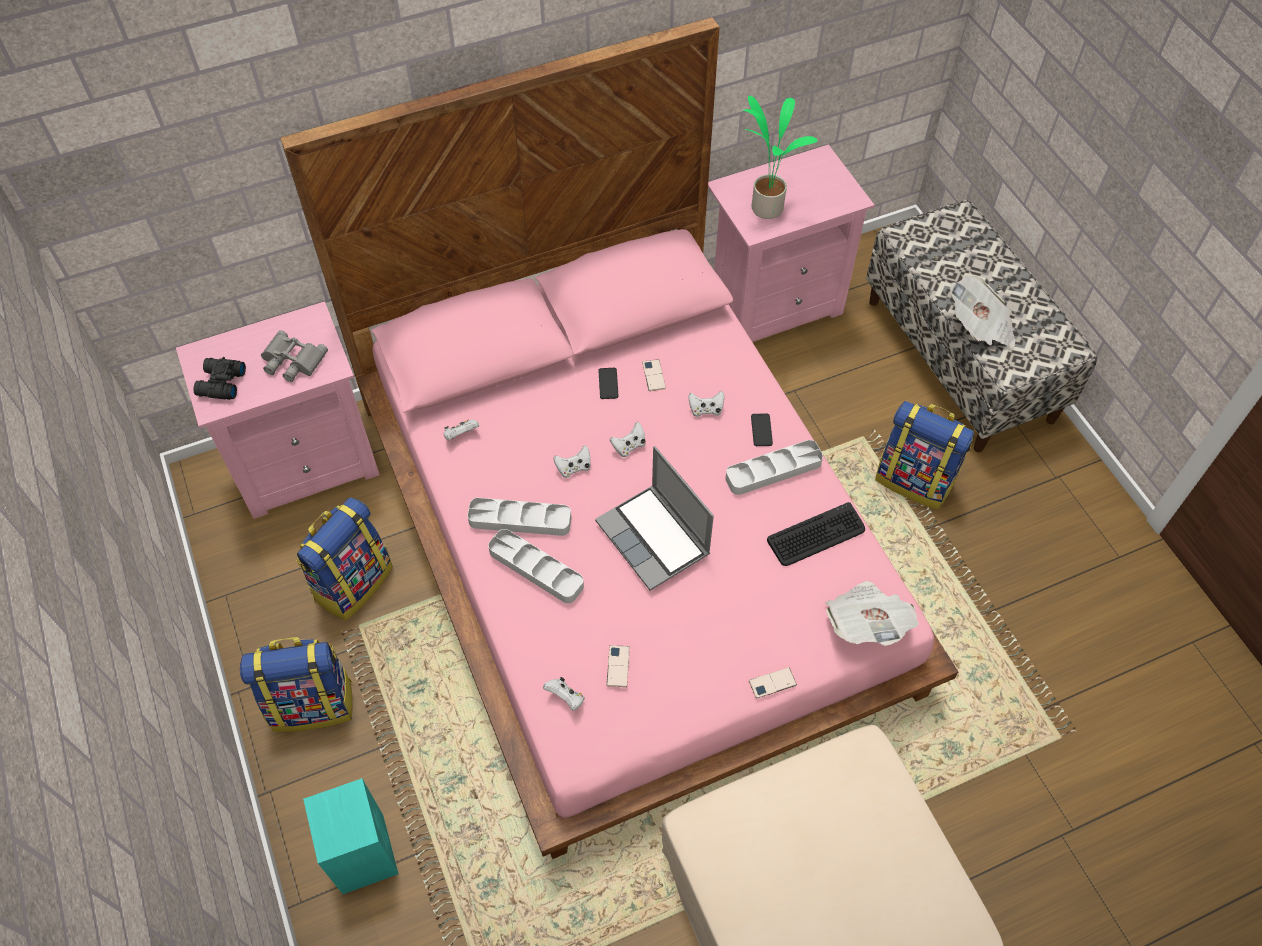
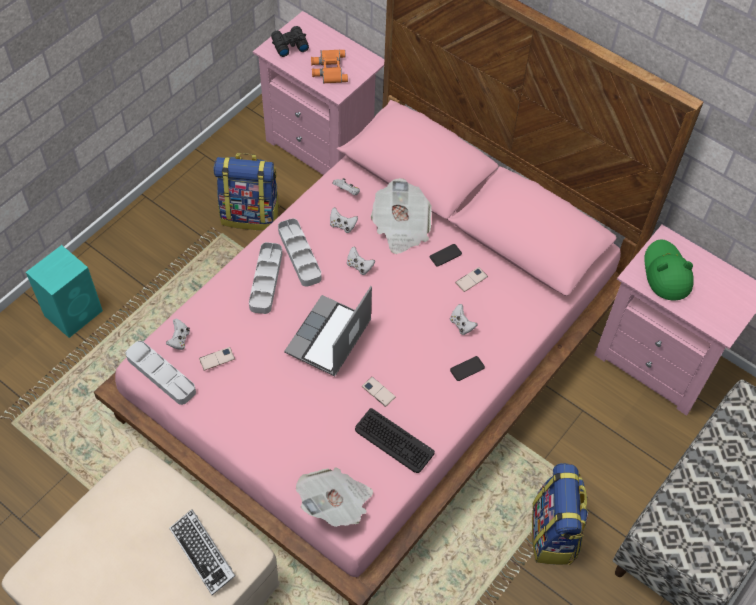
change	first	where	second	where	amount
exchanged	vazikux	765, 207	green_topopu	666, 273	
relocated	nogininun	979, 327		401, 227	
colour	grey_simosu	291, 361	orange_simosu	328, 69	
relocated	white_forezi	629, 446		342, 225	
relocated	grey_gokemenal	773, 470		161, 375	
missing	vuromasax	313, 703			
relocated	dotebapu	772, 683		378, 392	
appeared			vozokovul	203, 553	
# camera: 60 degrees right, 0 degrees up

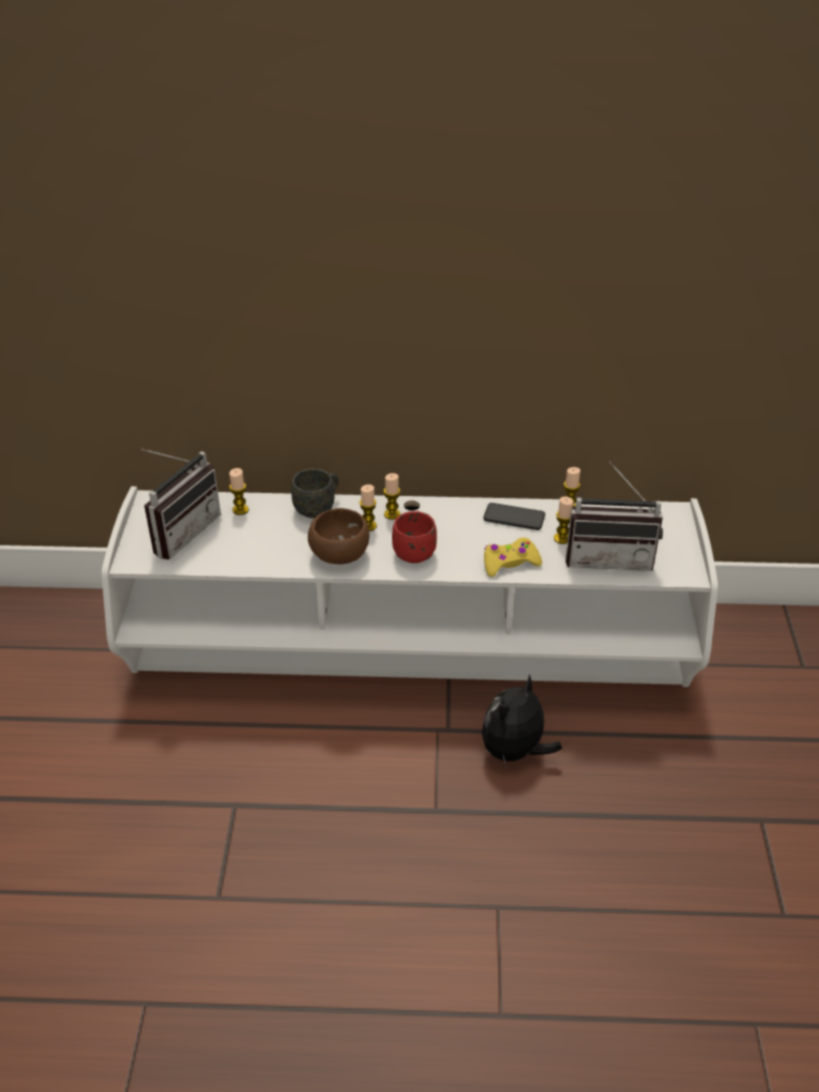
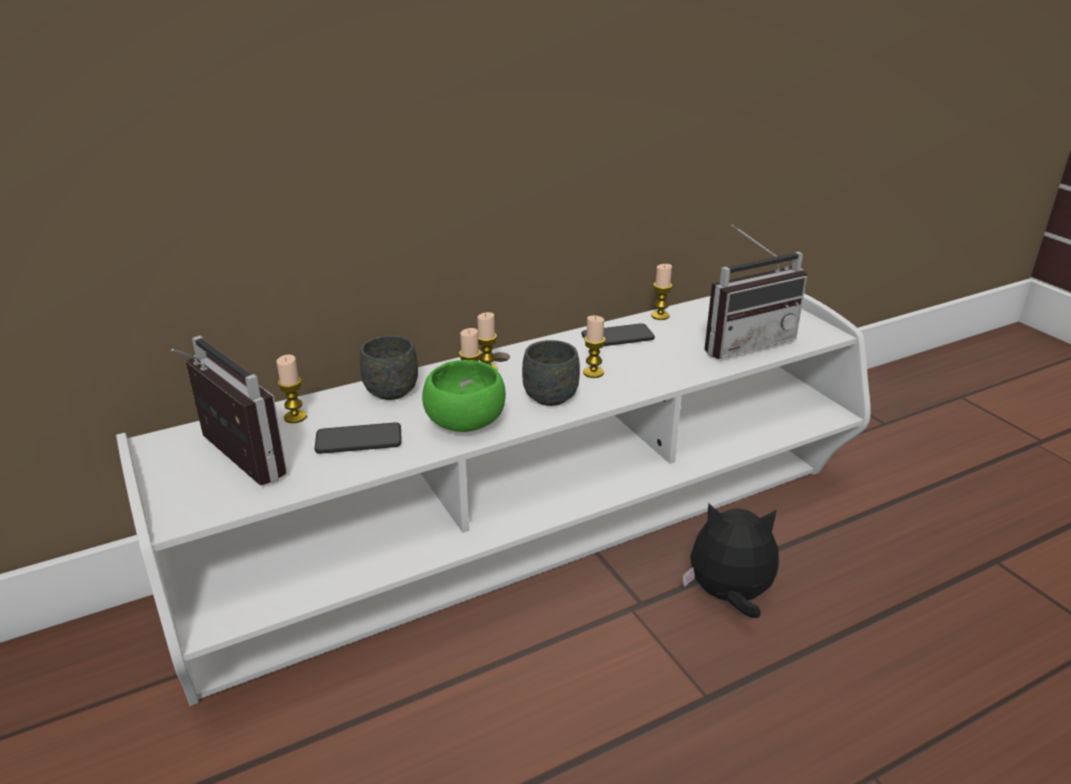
change	first	where	second	where	amount
spun	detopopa	180, 531		229, 462	45 degrees counterclockwise
relocated	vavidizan	562, 538		593, 373	
colour	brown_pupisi	341, 556	green_pupisi	467, 423	
colour	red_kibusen	415, 550	grey_kibusen	547, 393	
missing	yellow_forezi	510, 563			
spun	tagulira	514, 752		729, 597	90 degrees clockwise
appeared			dotebapu	359, 440	
# camera: 30 degrees left, 10 degrees down

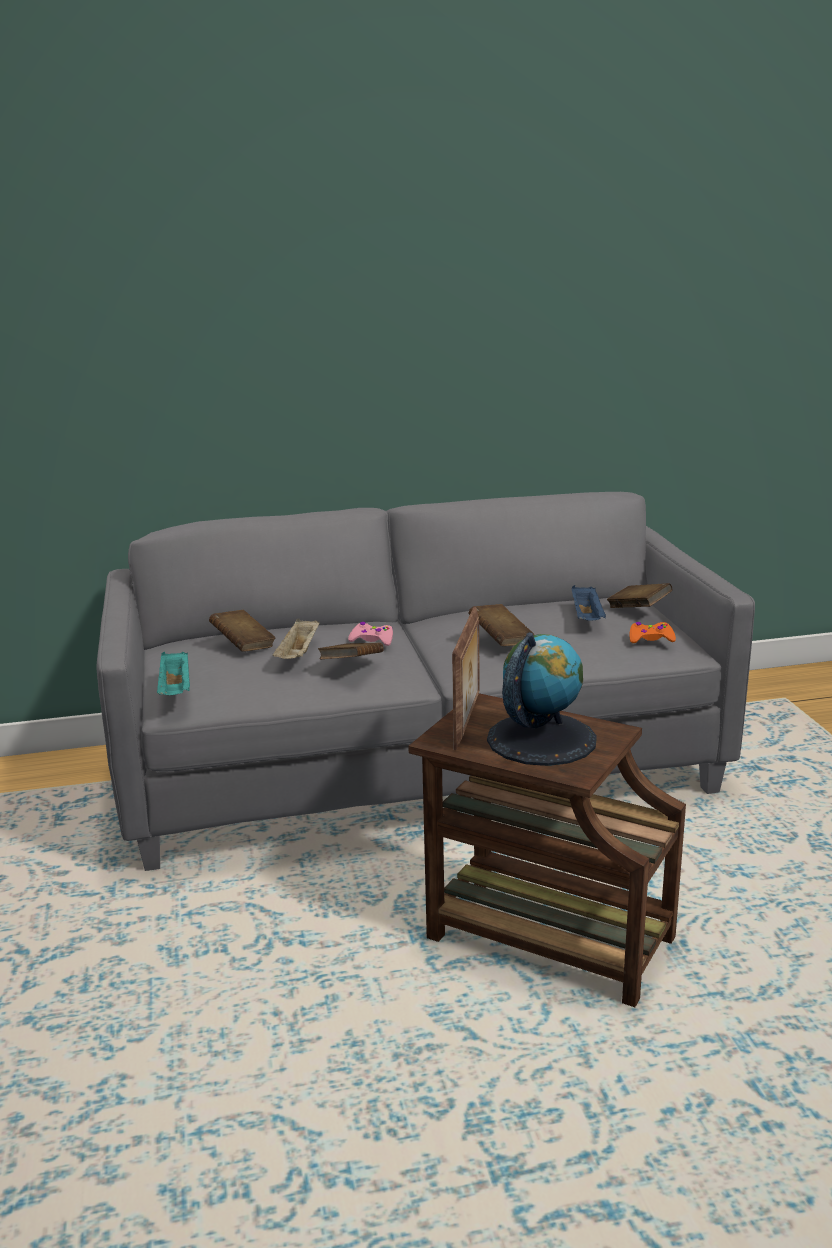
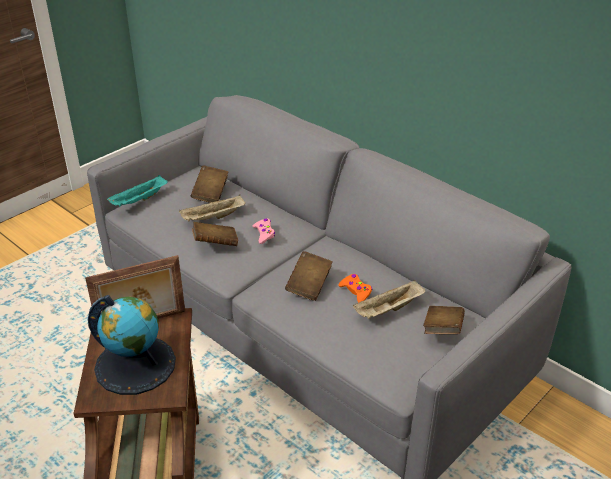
change	first	where	second	where	amount
colour	blue_gokemenal	587, 618	beige_gokemenal	388, 310	
relocated	orange_forezi	650, 639		356, 291	
# camera: 55 degrees right, 15 degrees up

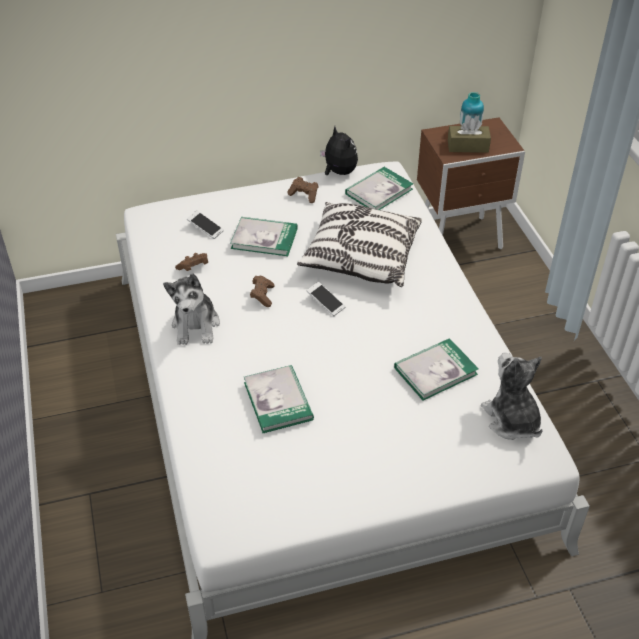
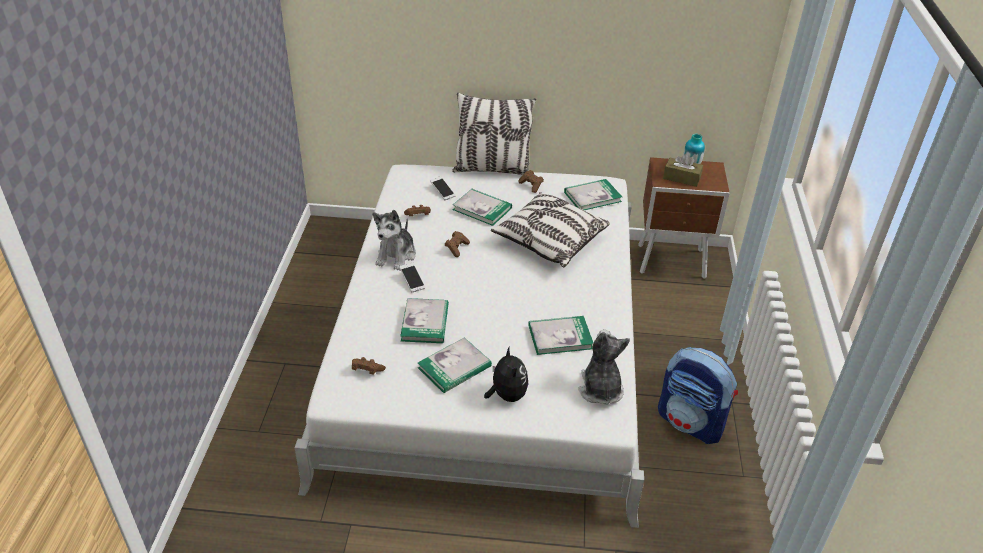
change	first	where	second	where	amount
relocated	tagulira	338, 172		506, 395	
relocated	dotebapu	326, 303		412, 281	
appeared			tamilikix	492, 169	
appeared			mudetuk	454, 367	
appeared			vuromasax	691, 422	
appeared			brown_forezi	367, 371	
# camera: 20 degrees right, 5 degrees down

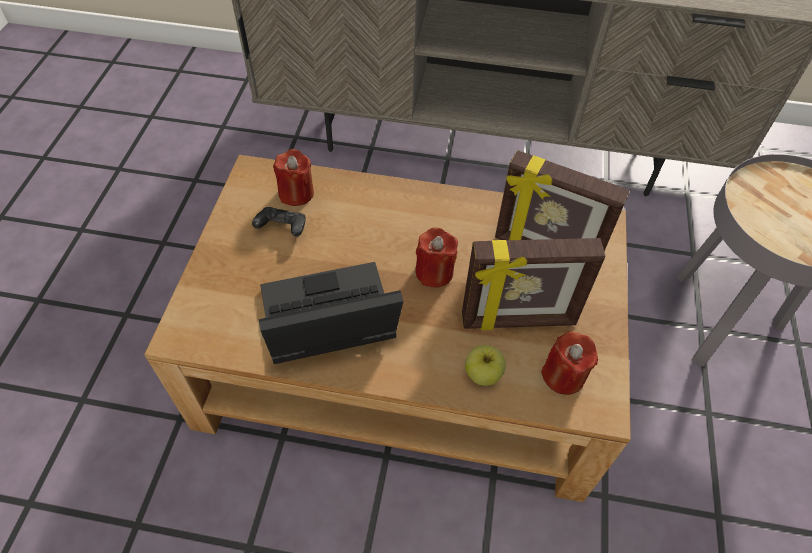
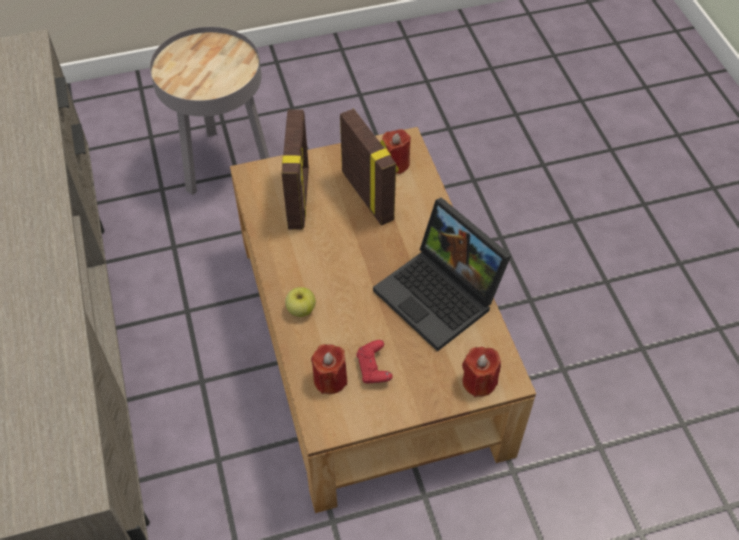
change	first	where	second	where	amount
colour	black_forezi	282, 228	red_forezi	373, 369	
relocated	red_vavidizan	434, 272		479, 382	
relocated	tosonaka	483, 374		301, 309	
# camera: 115 degrees left, 0 degrees up

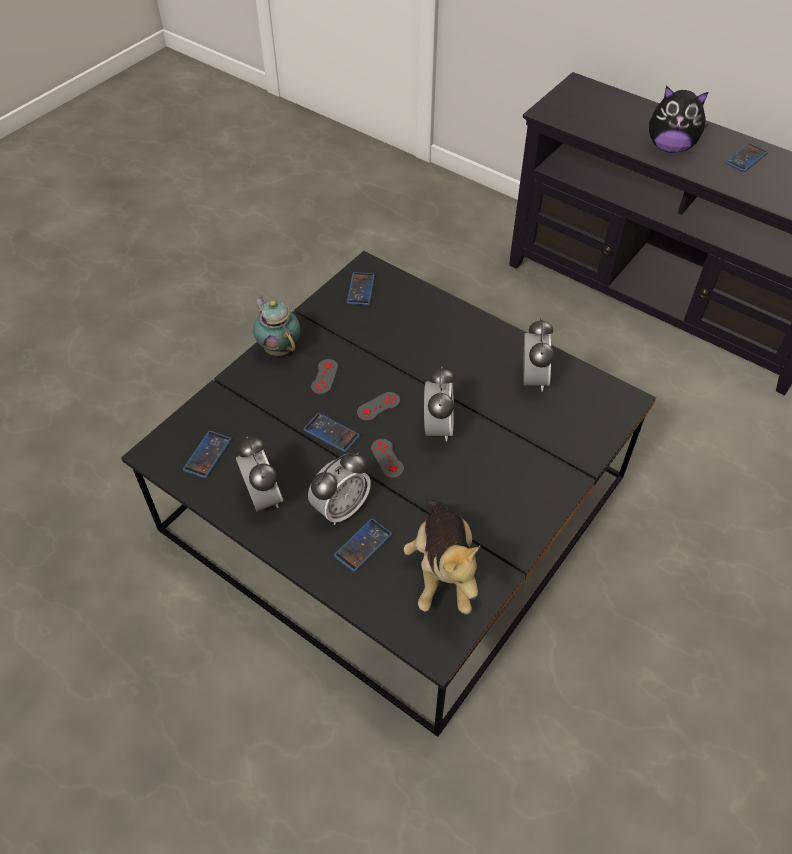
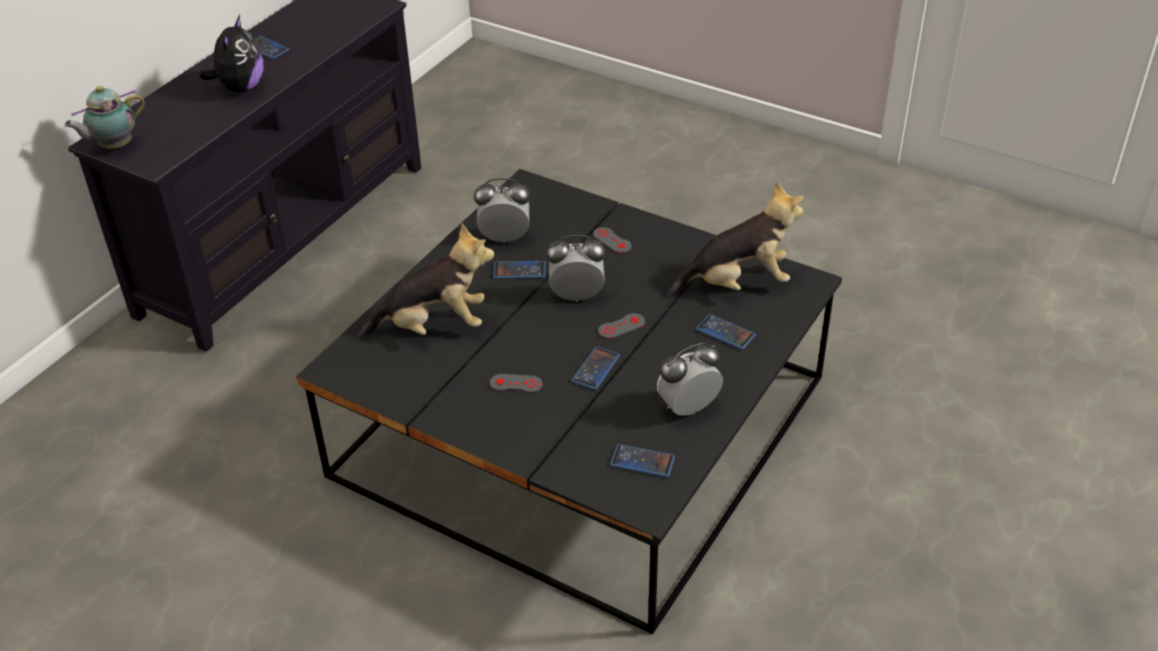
change	first	where	second	where	amount
relocated	dotebapu	361, 289		519, 270	
relocated	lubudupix	279, 347		113, 146	
relocated	grey_forezi	378, 406		612, 240	
missing	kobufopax	341, 508			
appeared			tagulira	434, 326	
# camera: 95 degrees left, 10 degrees down

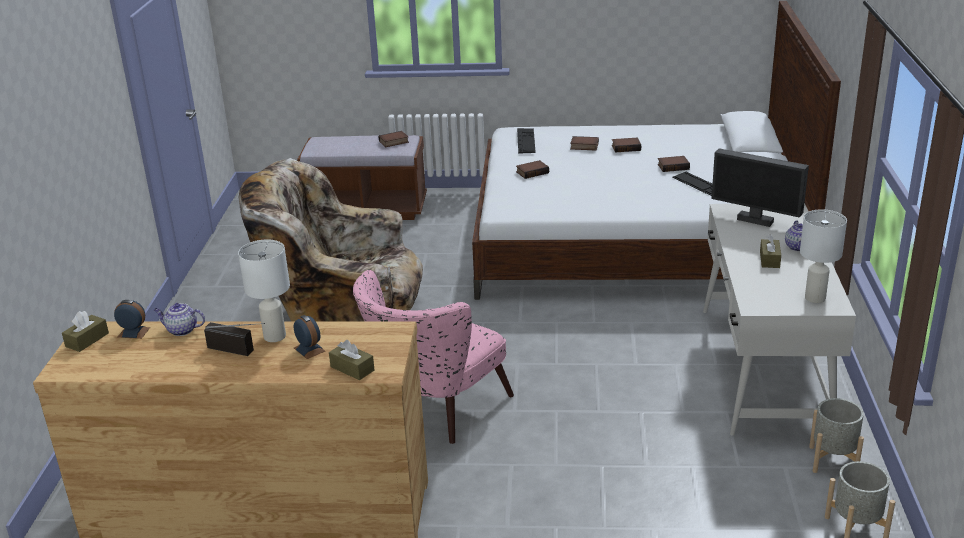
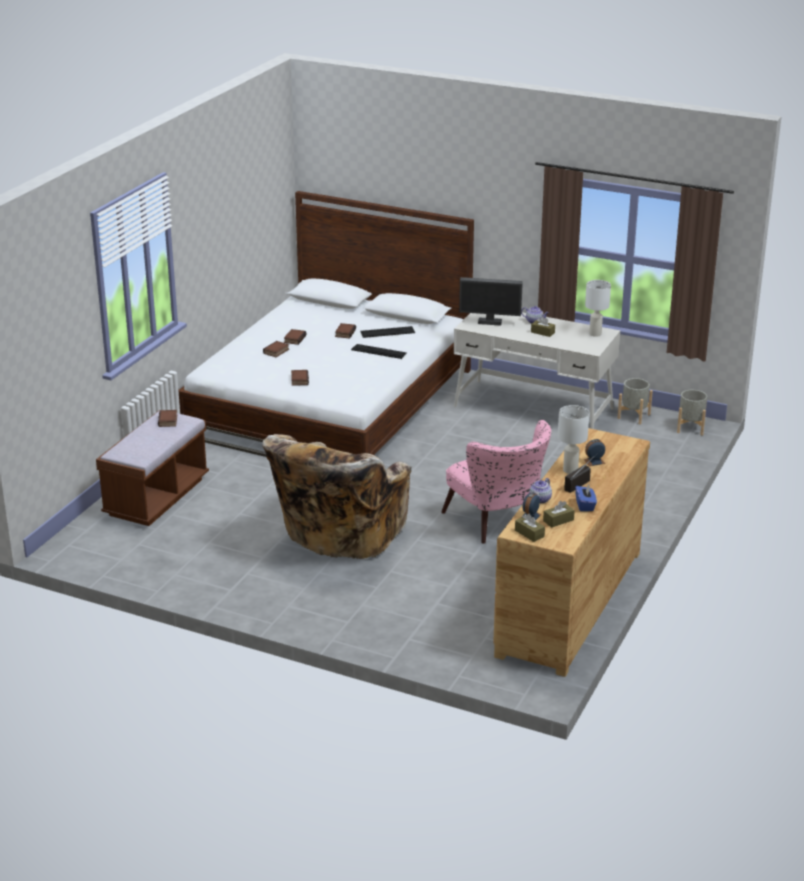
change	first	where	second	where	amount
relocated	vozokovul	526, 140		379, 351	
spun	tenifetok	755, 220		490, 322	45 degrees clockwise
relocated	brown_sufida	352, 368		558, 520	
appeared			blue_sufida	585, 505	
# camera: 70 degrees left, 0 degrees up

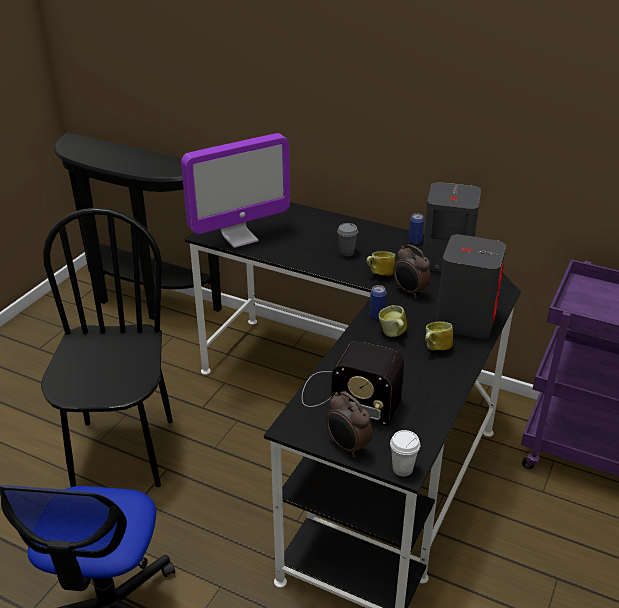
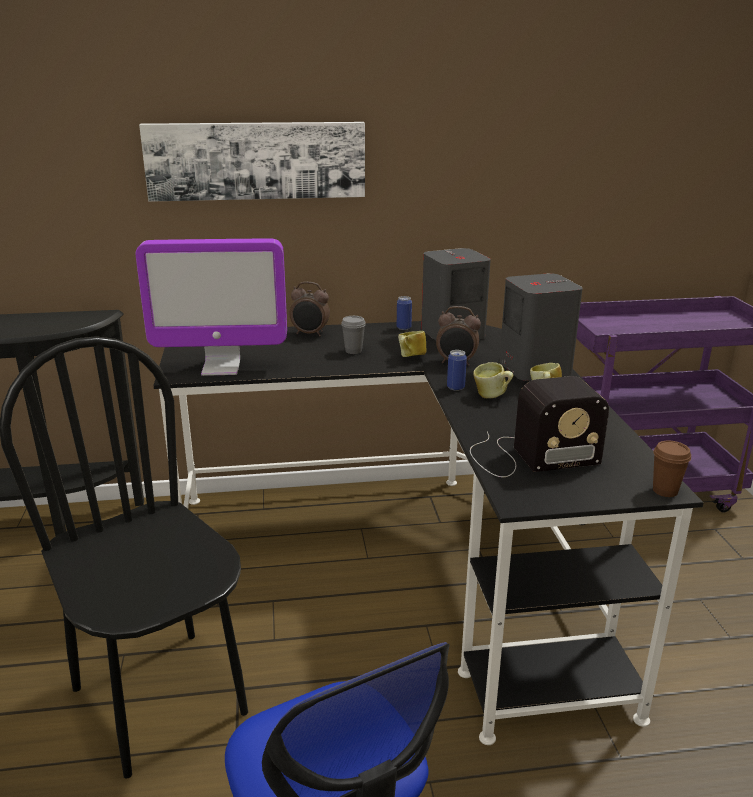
change	first	where	second	where	amount
spun	tenifetok	239, 238		221, 368	60 degrees clockwise
relocated	kobufopax	347, 447		310, 334	
colour	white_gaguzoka	402, 469	brown_gaguzoka	665, 491	
appeared			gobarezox	256, 160	
# camera: 35 degrees left, 10 degrees down

